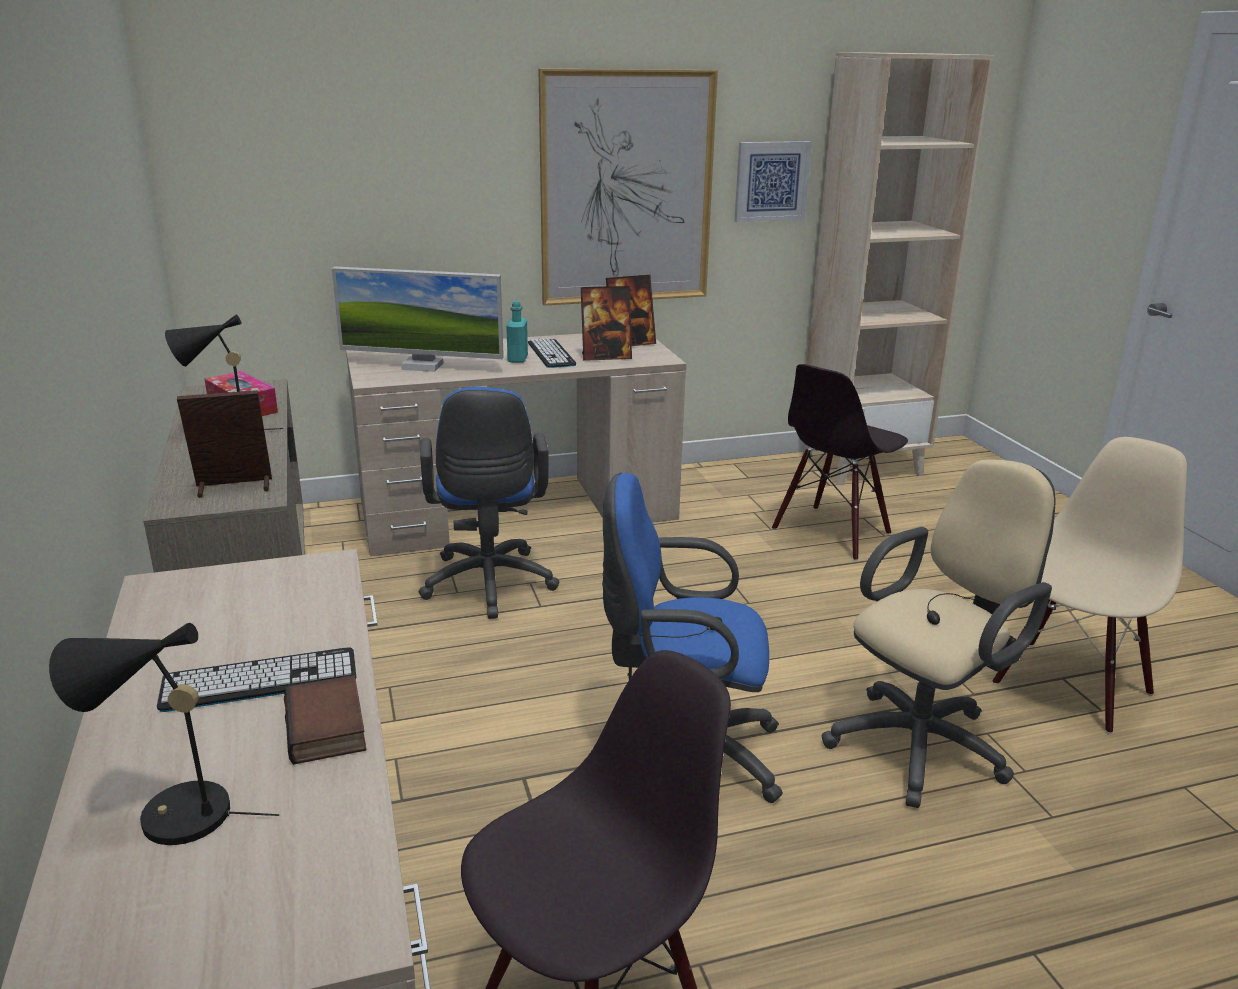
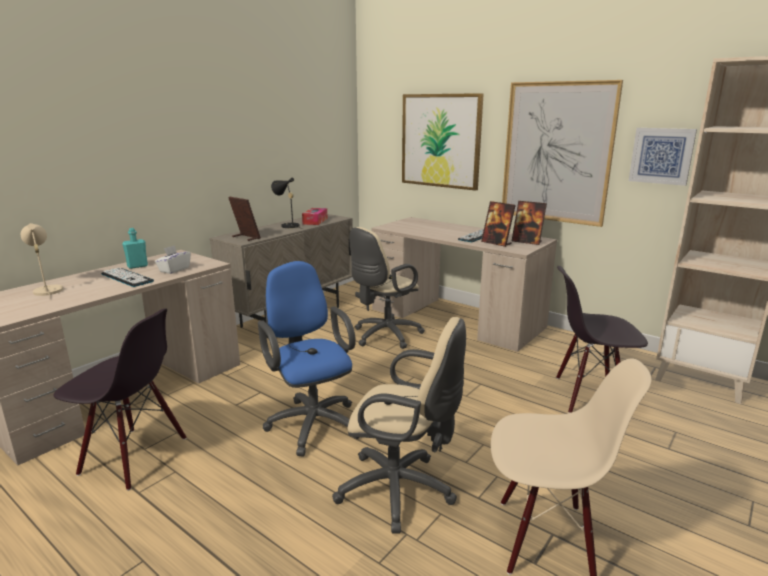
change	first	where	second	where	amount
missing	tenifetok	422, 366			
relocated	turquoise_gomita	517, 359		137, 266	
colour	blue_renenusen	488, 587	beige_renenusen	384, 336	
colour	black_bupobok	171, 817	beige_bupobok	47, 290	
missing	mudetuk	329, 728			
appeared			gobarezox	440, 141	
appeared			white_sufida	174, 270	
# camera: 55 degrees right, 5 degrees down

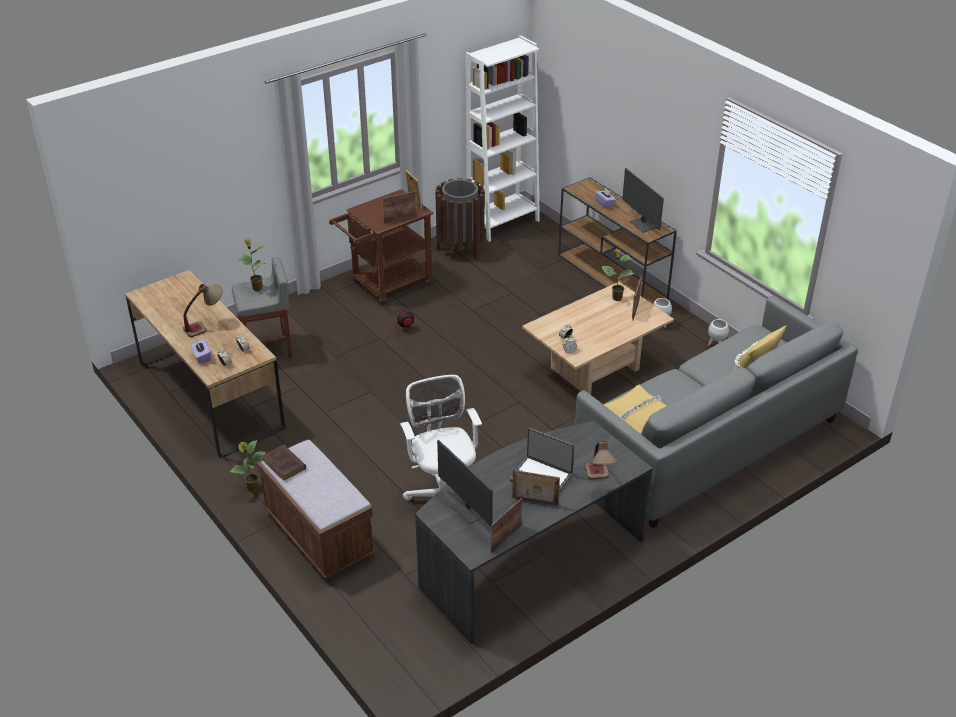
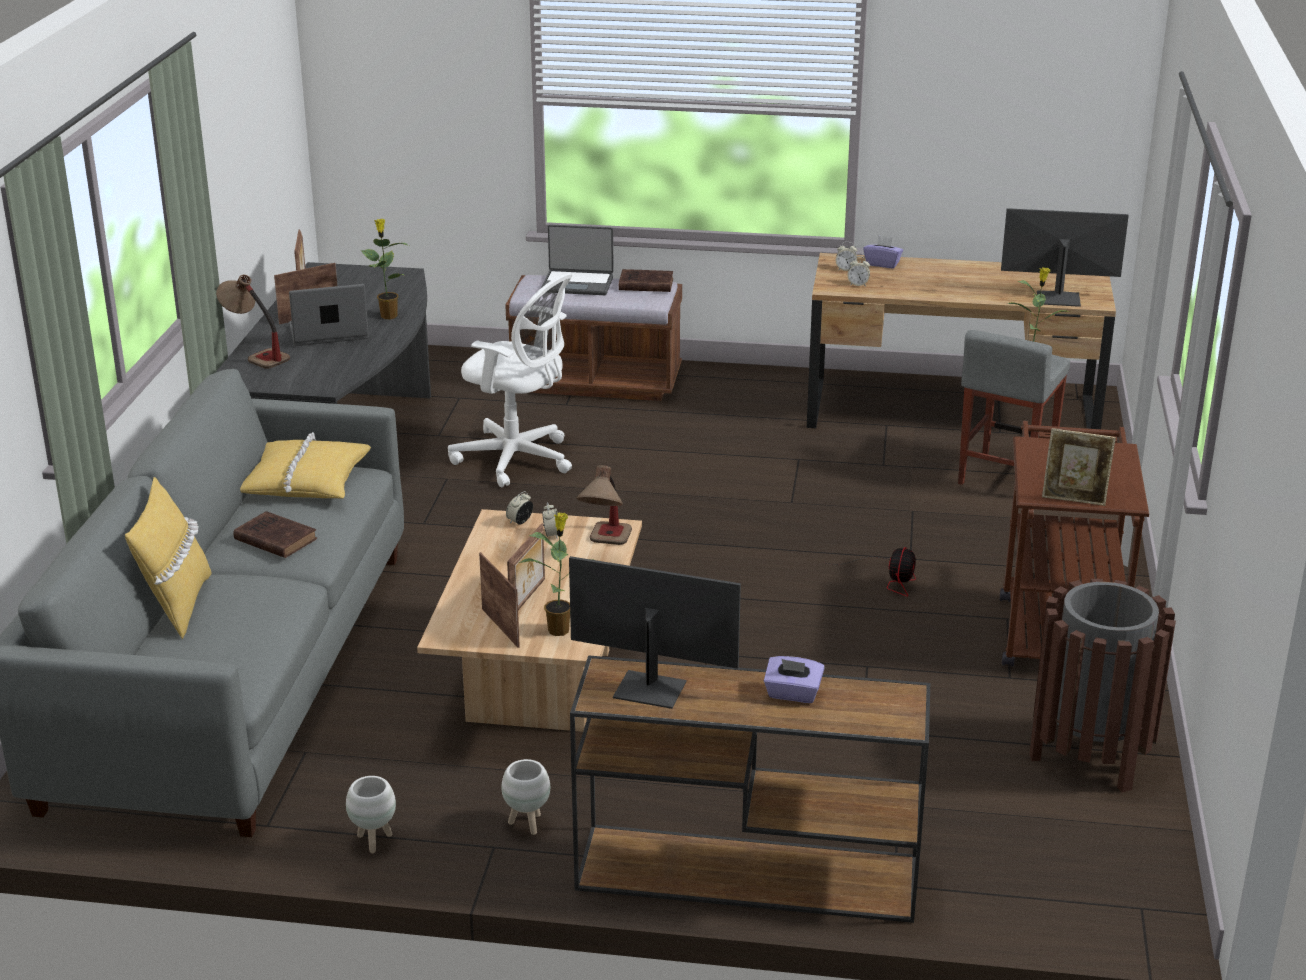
change	first	where	second	where	amount
missing	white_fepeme	503, 223			
relocated	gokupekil	400, 219		529, 598	
relocated	bupobok	205, 326		606, 546	
relocated	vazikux	252, 488		388, 315	
relocated	tenifetok	469, 510		1058, 298	
appeared			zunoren	577, 284	
appeared			brown_mudetuk	274, 539	
# camera: 135 degrees right, 10 degrees down

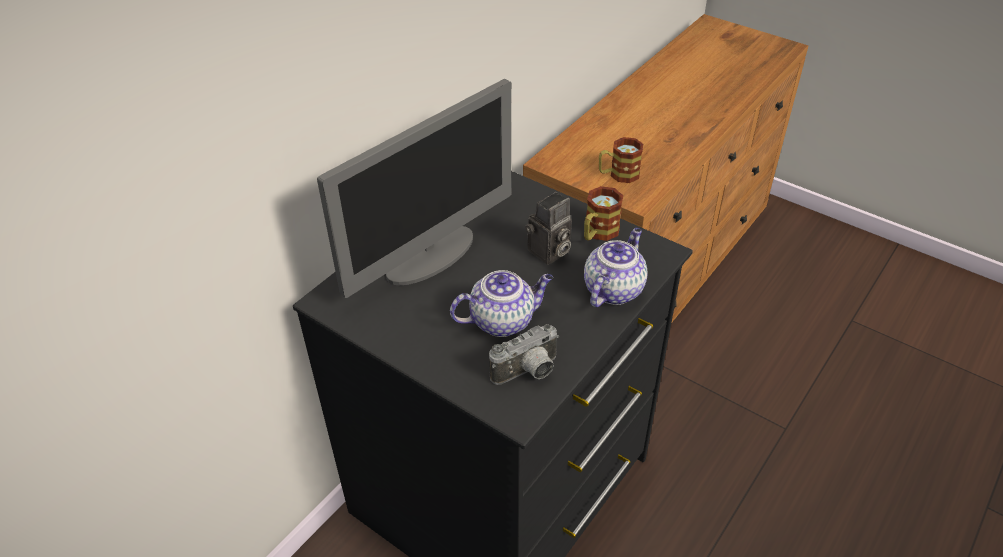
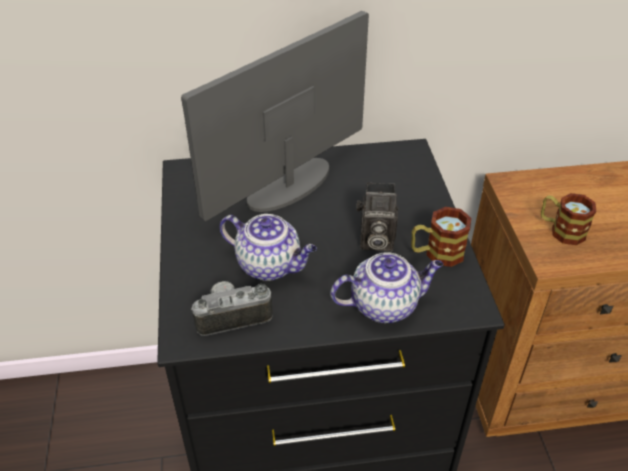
change	first	where	second	where	amount
spun	tenifetok	431, 255		288, 185	135 degrees clockwise
spun	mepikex	528, 373		232, 315	150 degrees clockwise
# camera: 45 degrees right, 0 degrees up

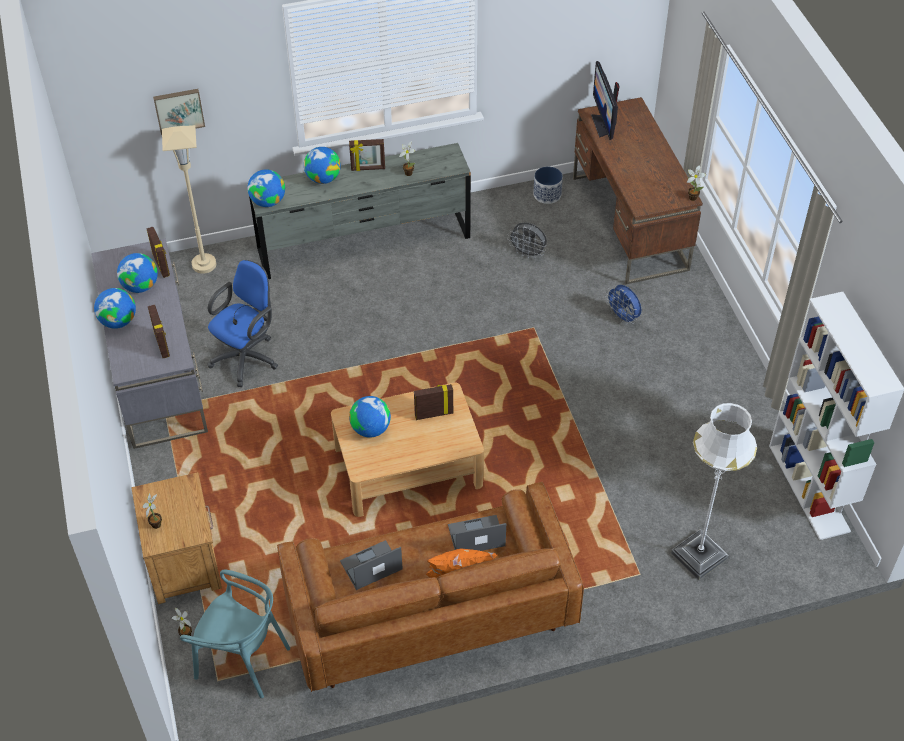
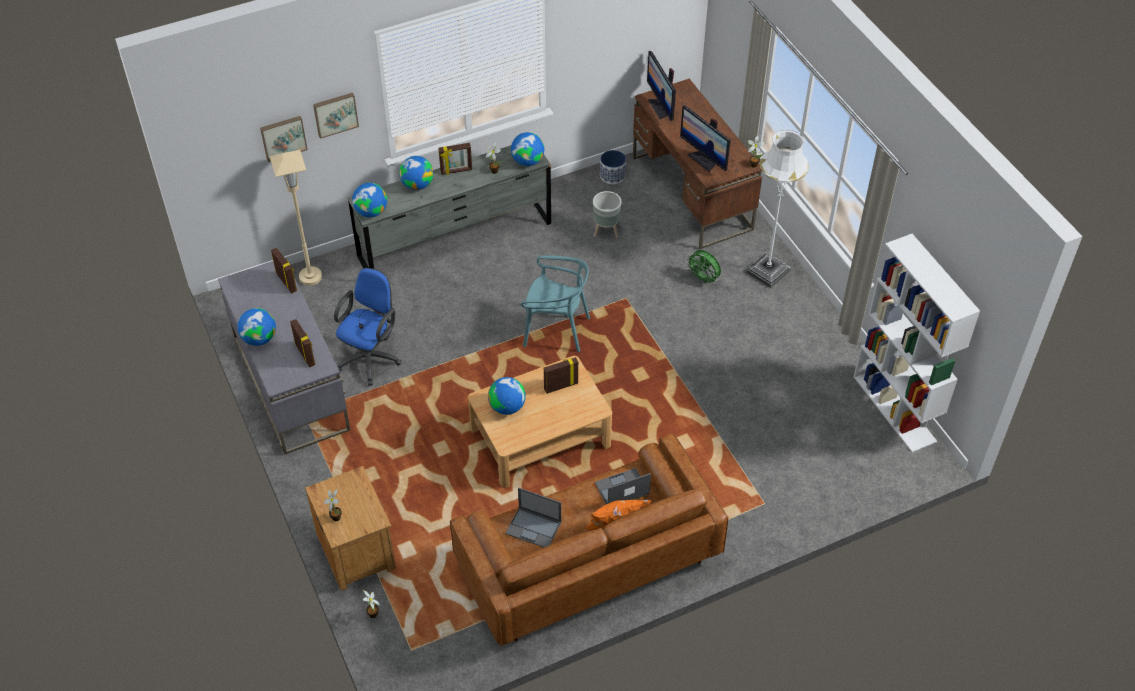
change	first	where	second	where	amount
exchanged	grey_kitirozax	528, 253	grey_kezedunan	606, 231	
relocated	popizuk	140, 286		527, 161	
colour	blue_kitirozax	623, 317	green_kitirozax	703, 279	
relocated	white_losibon	699, 556		767, 271	
spun	zunoren	370, 566		534, 528	120 degrees counterclockwise
relocated	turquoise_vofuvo	242, 659		556, 330	
appeared			gobarezox	335, 114	
appeared			tenifetok	704, 159	
# camera: 10 degrees left, 0 degrees up

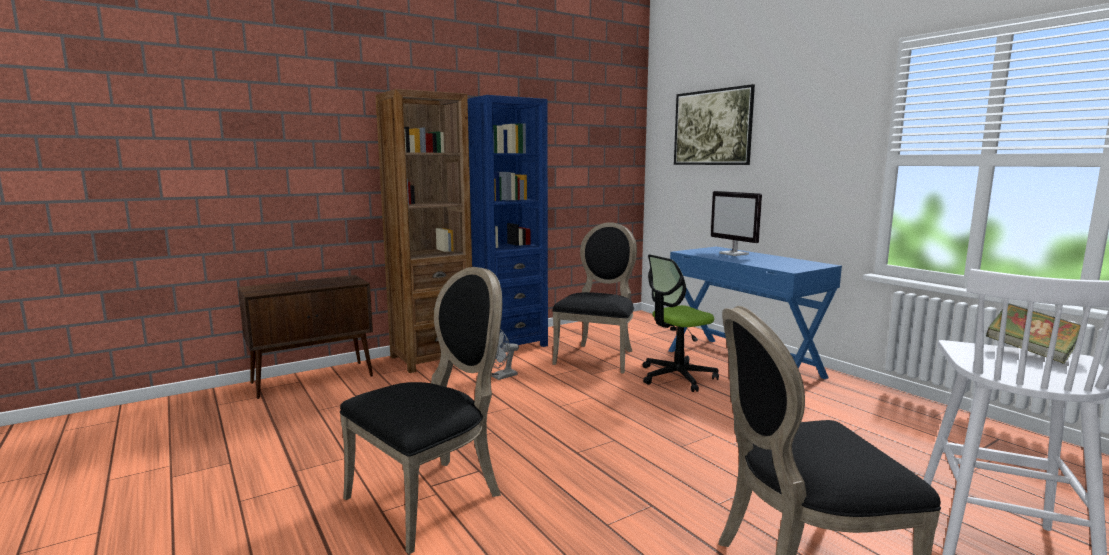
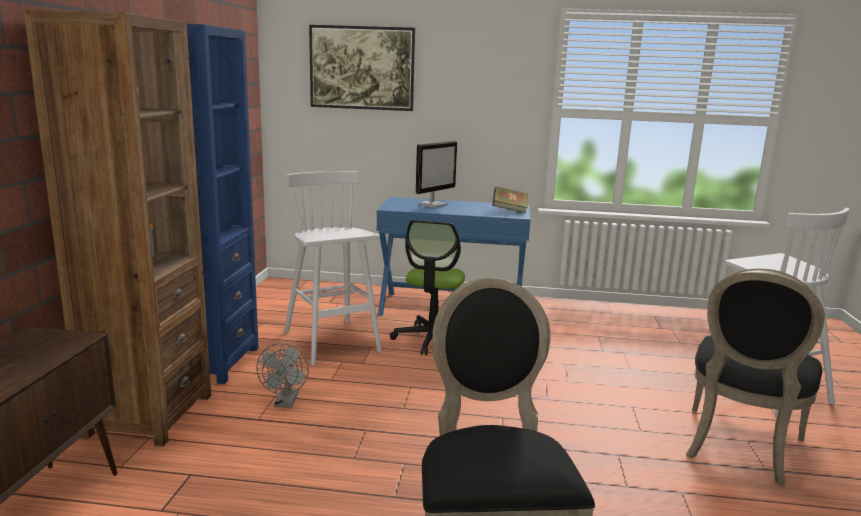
change	first	where	second	where	amount
spun	tenifetok	734, 254		433, 204	60 degrees counterclockwise
exchanged	black_vofuvo	598, 357	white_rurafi	332, 342	
relocated	mudetuk	1031, 352		509, 210	
# camera: 50 degrees left, 5 degrees up

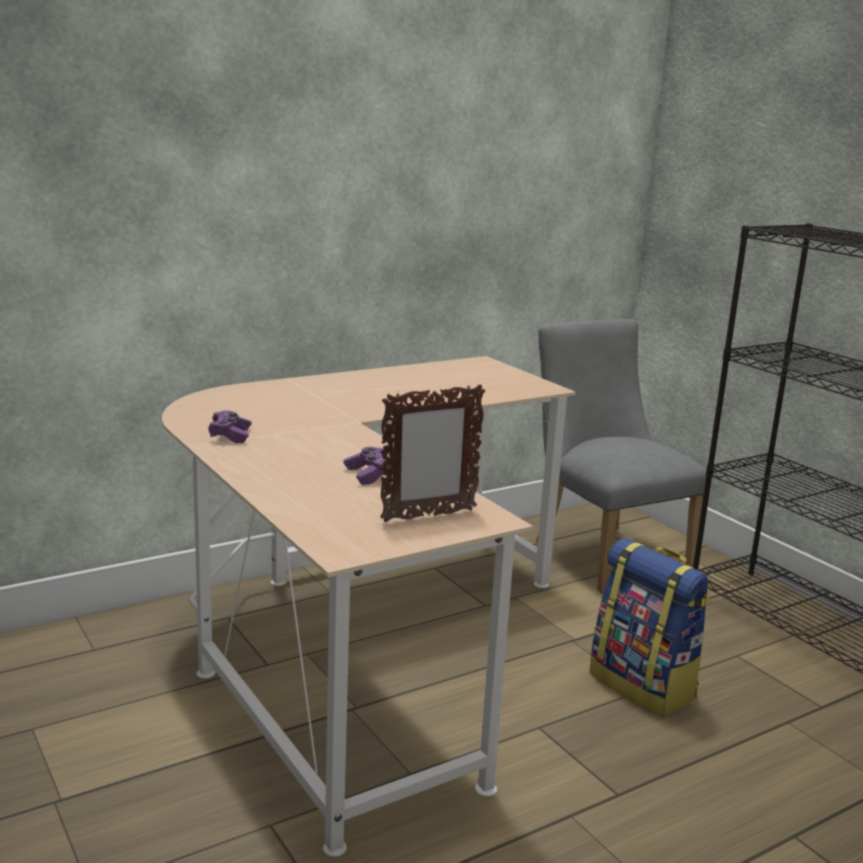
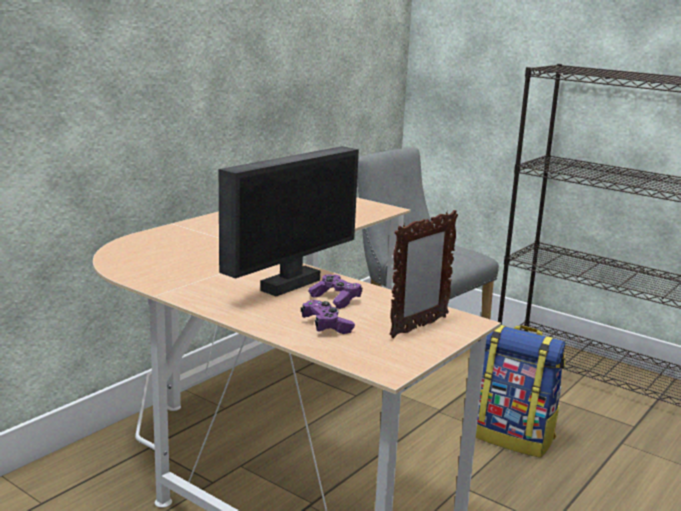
change	first	where	second	where	amount
relocated	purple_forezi	230, 435		326, 326	
appeared			tenifetok	288, 284	
# camera: 20 degrees left, 0 degrees up

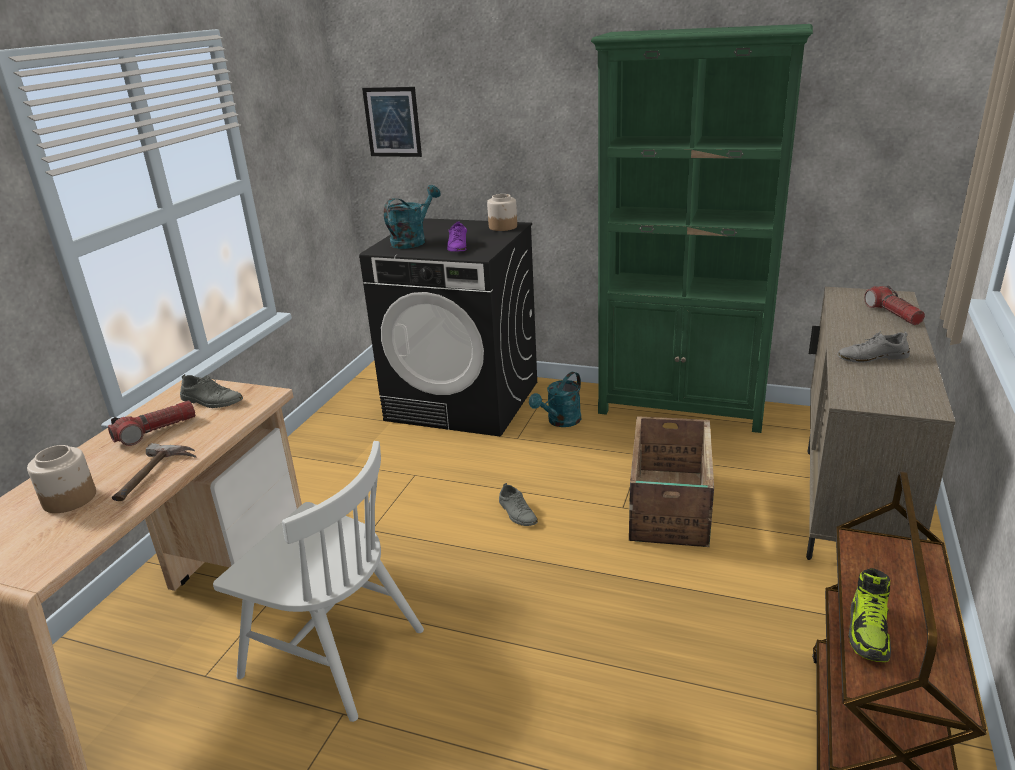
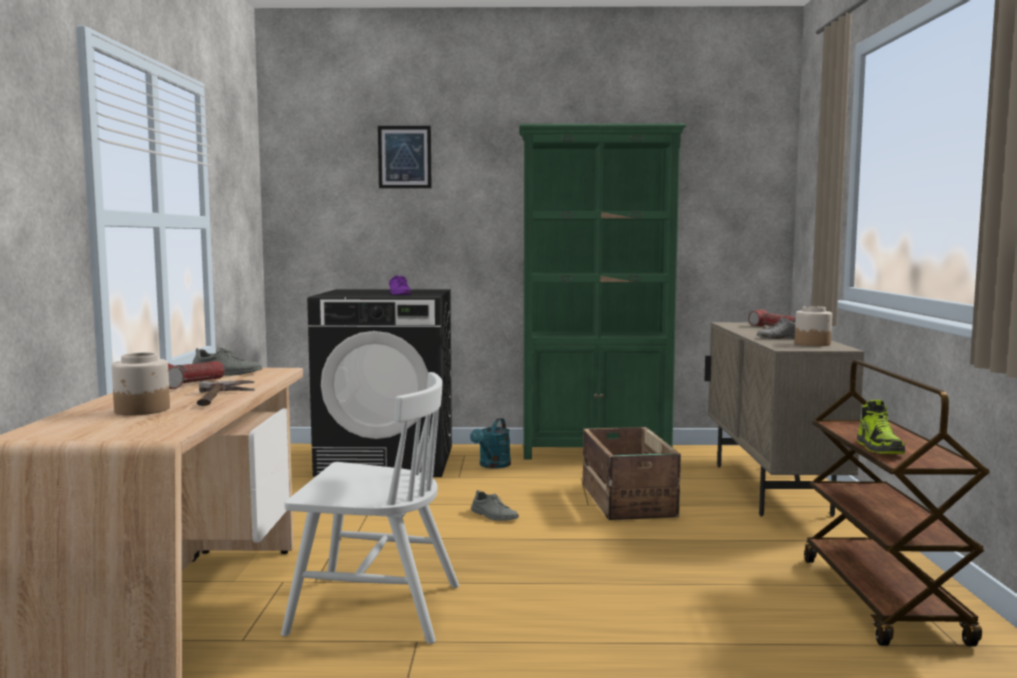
change	first	where	second	where	amount
relocated	gobarezox	392, 122		404, 157	
missing	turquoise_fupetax	412, 241			
relocated	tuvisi	503, 227		812, 344	
# camera: 20 degrees left, 20 degrees down

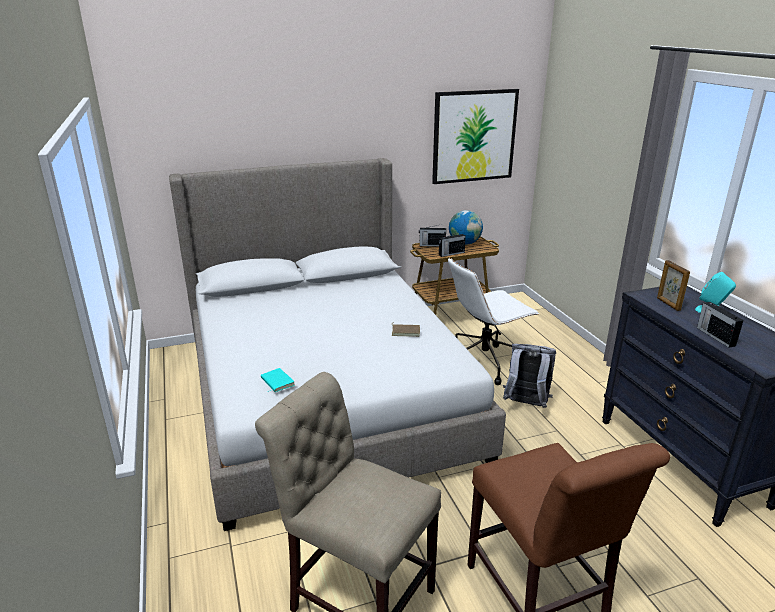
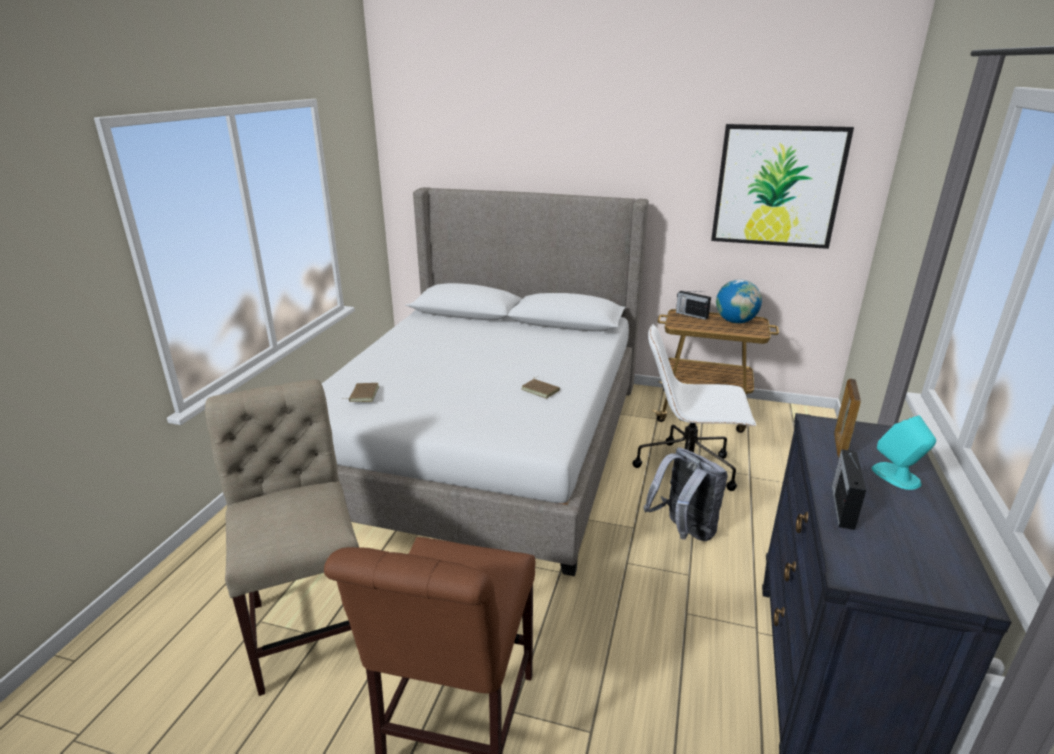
change	first	where	second	where	amount
missing	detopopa	451, 254			
colour	turquoise_mudetuk	276, 382	brown_mudetuk	363, 394	
# camera: 35 degrees right, 0 degrees up

